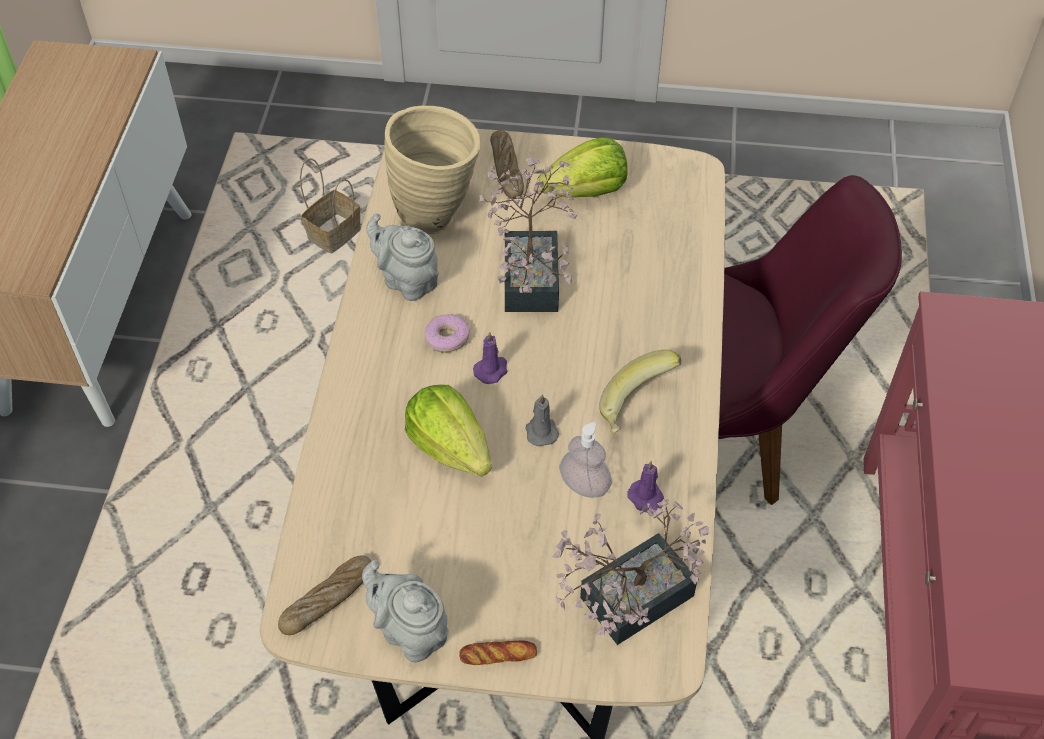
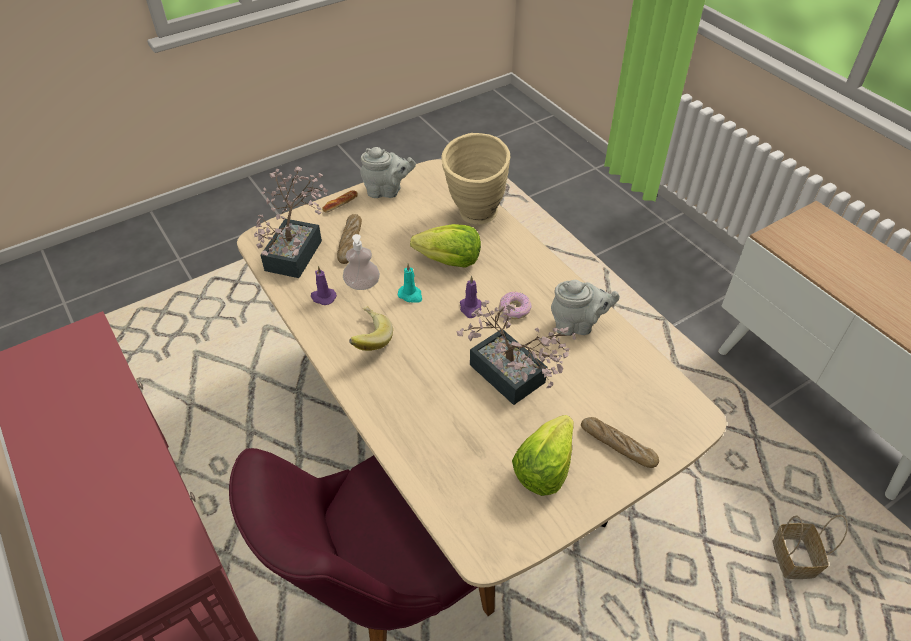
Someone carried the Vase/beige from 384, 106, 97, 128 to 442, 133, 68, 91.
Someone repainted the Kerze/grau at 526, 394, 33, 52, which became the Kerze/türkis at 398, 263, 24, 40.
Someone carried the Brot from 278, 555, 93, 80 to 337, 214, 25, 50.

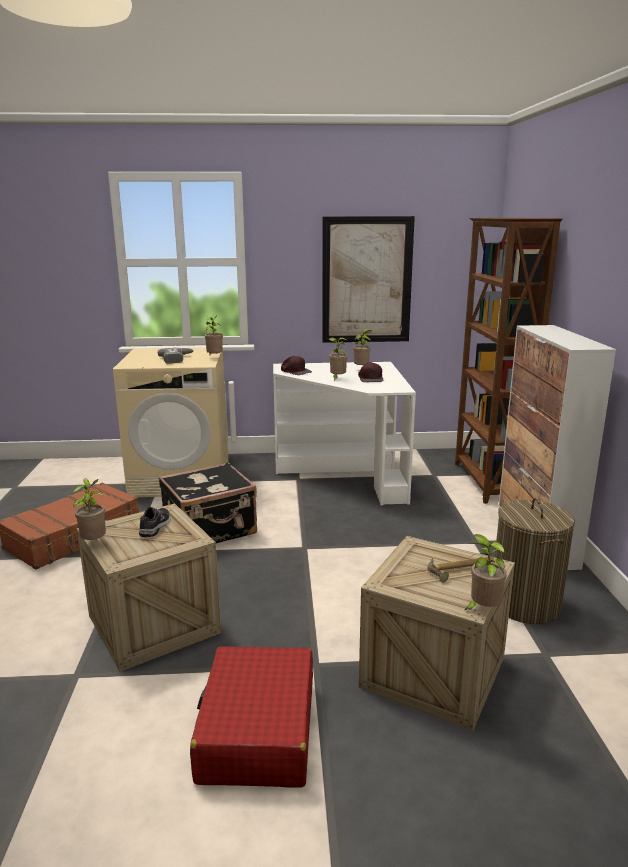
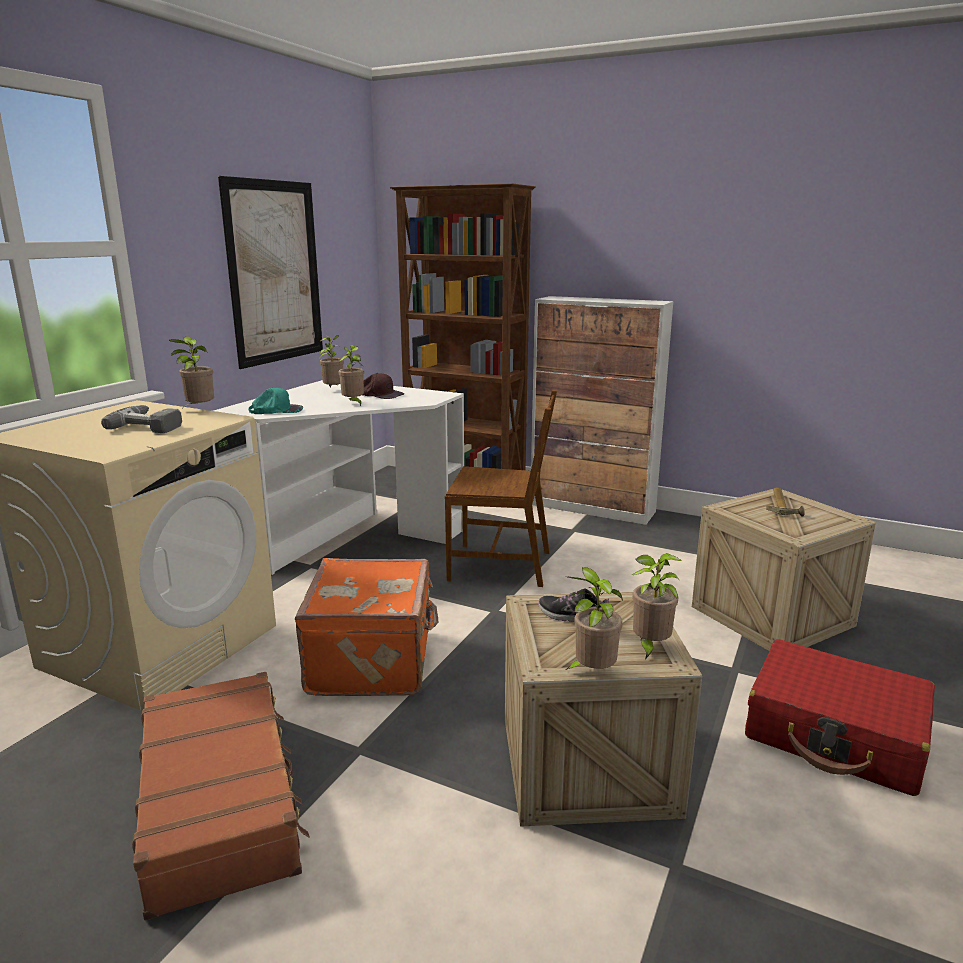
Someone repainted the Kappe/braun at 281, 356, 31, 19, which became the Kappe/türkis at 248, 387, 55, 27.
Someone repainted the Koffer/schwarz at 159, 462, 98, 81, which became the Koffer/orange at 295, 558, 143, 138.
Someone took away the Wäschekorb at 495, 498, 80, 126.
Someone carried the Topfpflanze from 465, 534, 44, 76 to 632, 553, 49, 107.
Someone put down the Stuhl/braun at 445, 390, 112, 197.

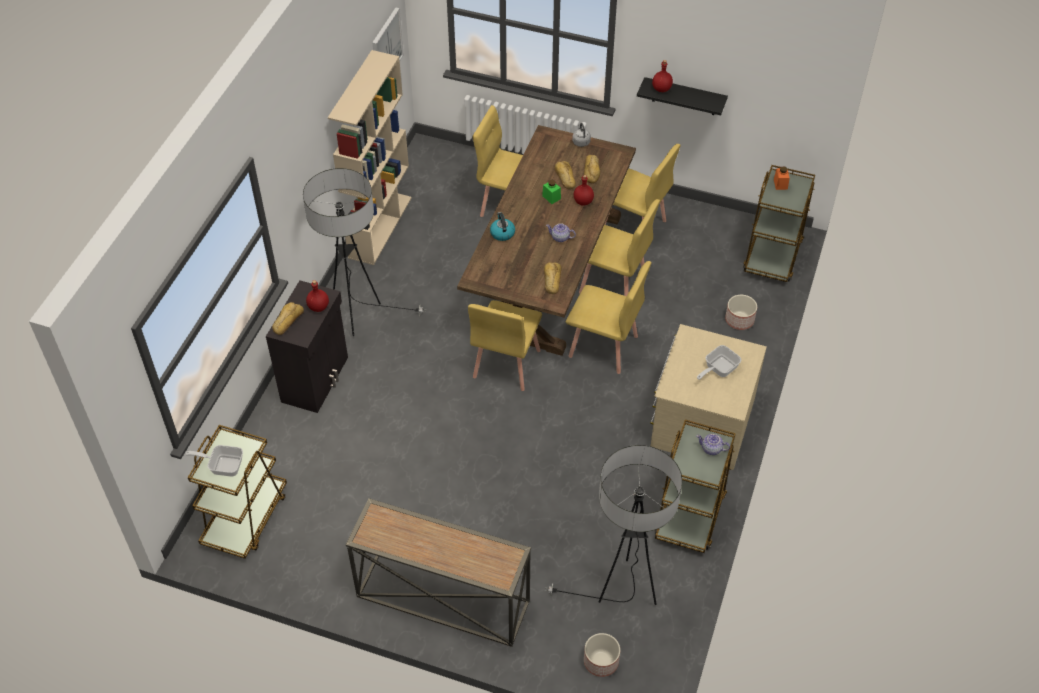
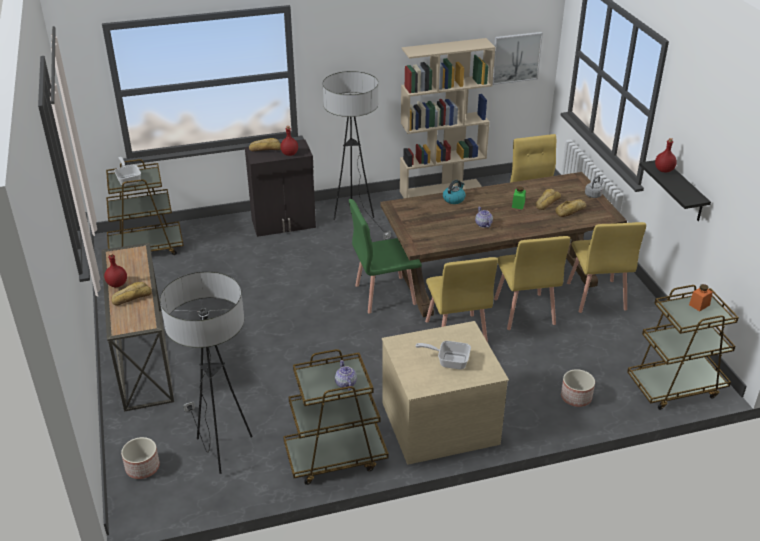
Someone carried the Flasche/rot from 574, 175, 20, 30 to 104, 253, 23, 34.
Someone carried the Brot from 544, 262, 18, 32 to 111, 282, 41, 23.
Someone repainted the Stuhl/gelb at 468, 300, 74, 91, which became the Stuhl/grün at 349, 199, 73, 115.

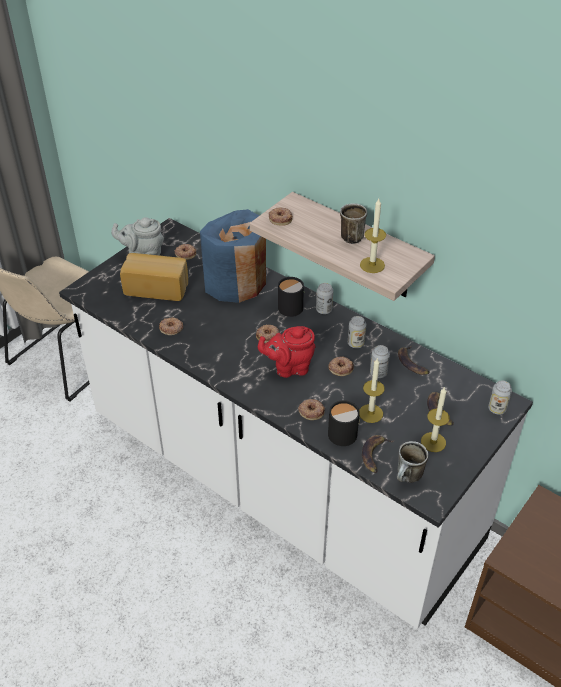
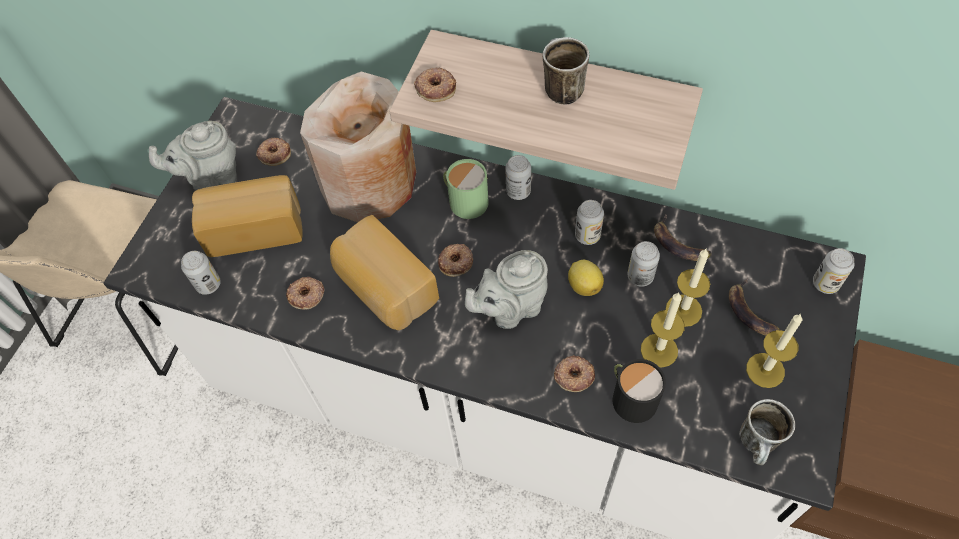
Someone carried the Kerze from 360, 199, 26, 74 to 665, 249, 45, 78.
Someone repainted the Vase/blau at 200, 209, 66, 94, which became the Vase/beige at 300, 72, 116, 150.
Someone repainted the Henkelbecher/schwarz at 278, 277, 27, 40, which became the Henkelbecher/grün at 443, 159, 46, 60.
Someone repainted the Teekanne/rot at 258, 326, 58, 52, which became the Teekanne/grau at 465, 250, 83, 79.
Someone swapped the Donut at 328, 356, 26, 20 for the Zitrone at 568, 260, 36, 36.
Someone took away the Banane at 362, 435, 32, 38.
Someone put down the Brot at 330, 215, 109, 115.
Someone put down the Dose at 181, 251, 40, 44.

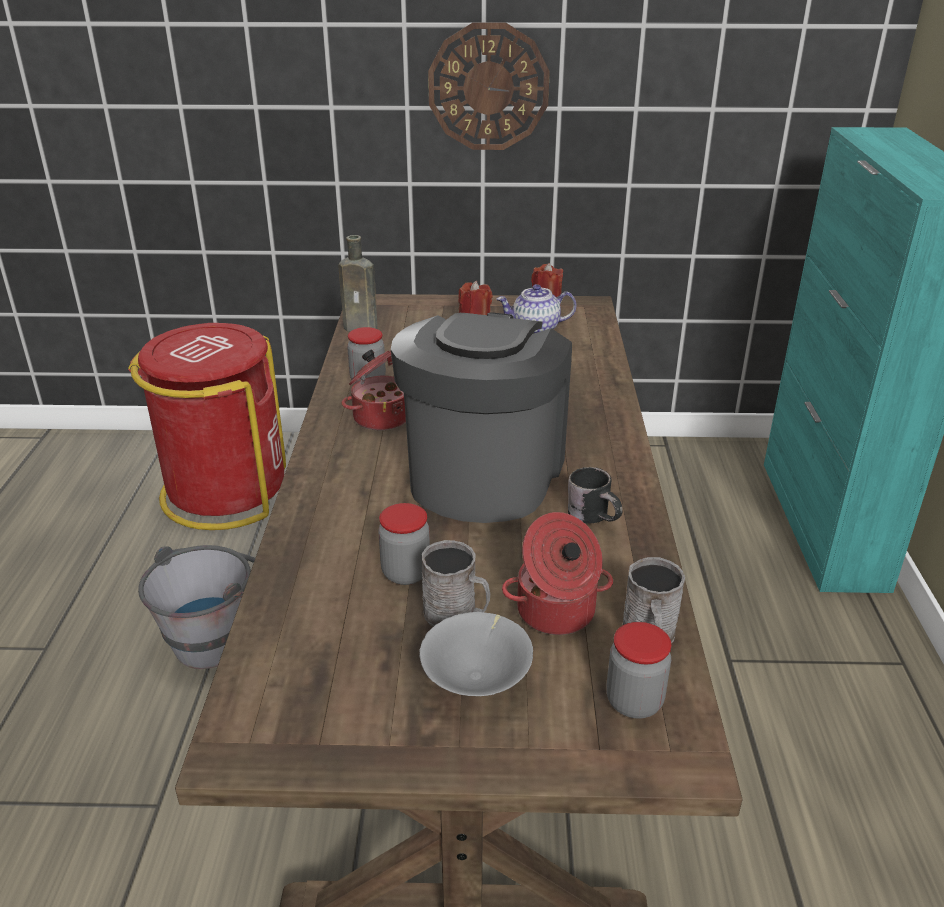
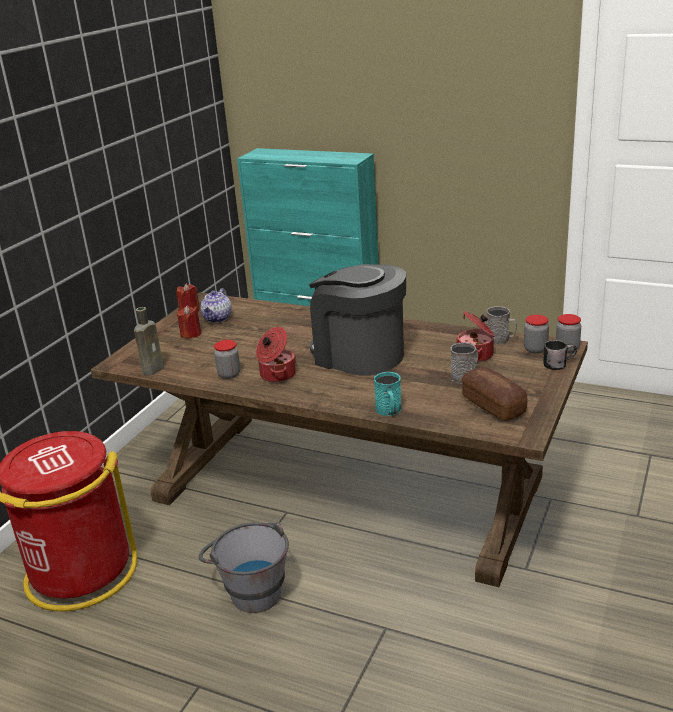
Someone took away the Wanduhr at 428, 22, 122, 128.
Someone carried the Henkelbecher/schwarz from 568, 467, 55, 57 to 543, 340, 34, 30.
Someone carried the Vorratsglas from 378, 503, 52, 82 to 556, 314, 25, 39.
Someone took away the Schüssel/grau at 419, 612, 114, 84.
Someone put down the Brot at 462, 367, 65, 54.
Someone put down the Henkelbecher/türkis at 374, 372, 27, 44.

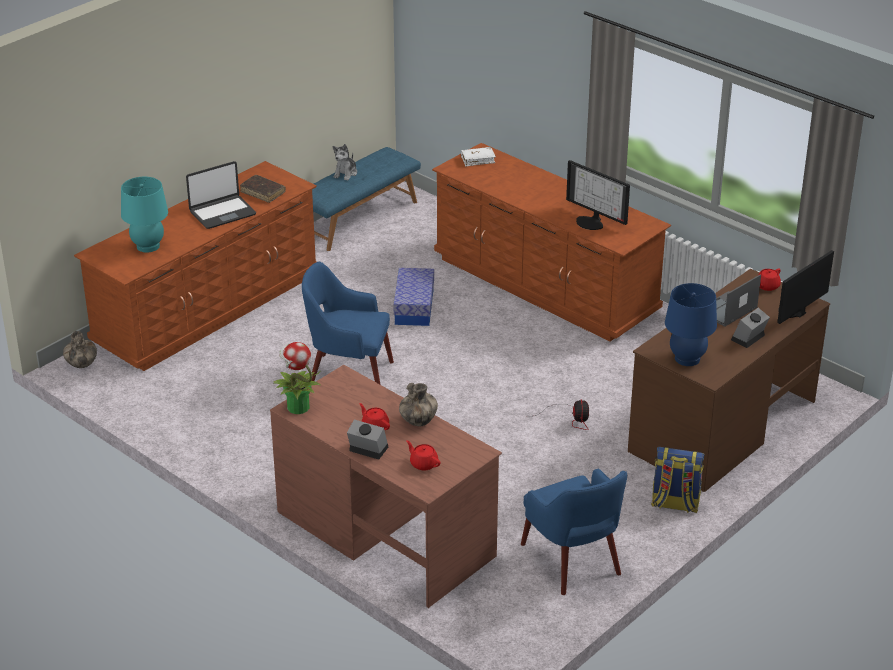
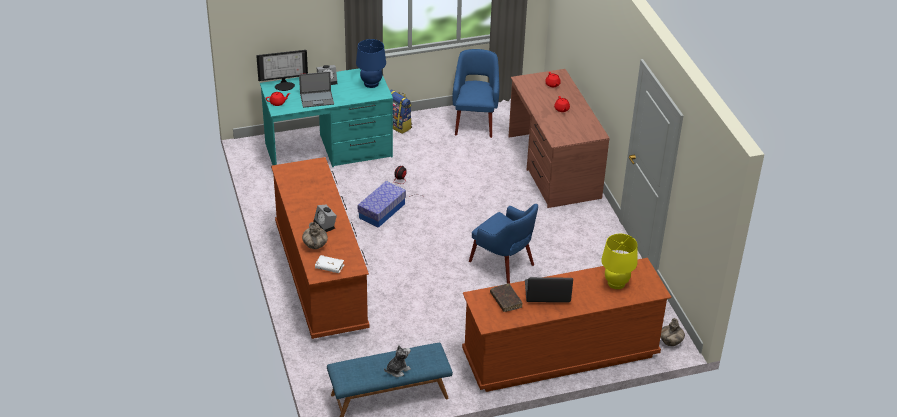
Someone took away the Monitor at 566, 160, 64, 70.
Someone repainted the Tischlampe/türkis at 121, 177, 47, 75, which became the Tischlampe/gelb at 601, 234, 37, 55.
Someone carried the Aufbewahrungsbox from 394, 268, 40, 58 to 358, 181, 48, 47.
Someone repainted the Schreibtisch/braun at 628, 269, 202, 223, which became the Schreibtisch/türkis at 260, 69, 133, 98.
Someone took away the Topfpflanze at 273, 342, 48, 72.
Someone carried the Vase from 399, 383, 39, 43 to 302, 222, 26, 27.
Someone carried the Wecker from 347, 420, 41, 39 to 313, 205, 24, 27.

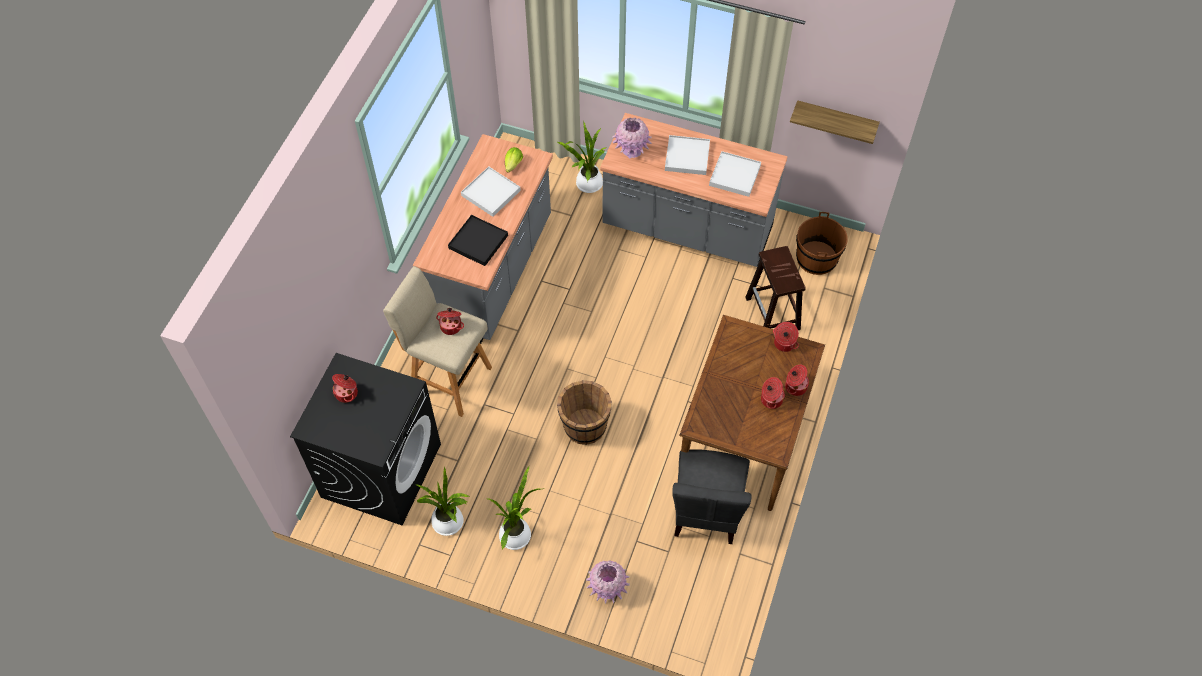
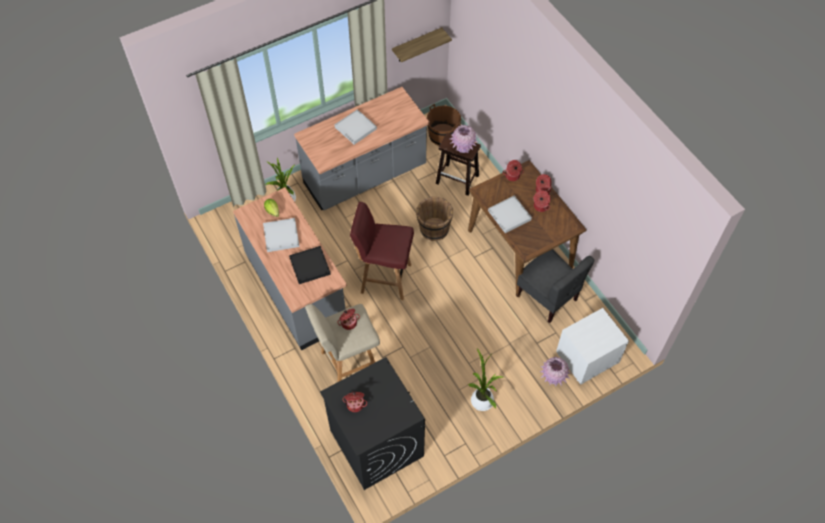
Someone carried the Vase/rosa from 612, 117, 40, 42 to 450, 125, 28, 28.
Someone carried the Tablett/weiß from 709, 151, 52, 46 to 488, 195, 44, 38.
Someone carried the Eimer/braun from 557, 380, 55, 65 to 416, 197, 37, 44.
Someone took away the Topfpflanze at 415, 467, 55, 69.
Someone put down the Hocker/rot at 350, 202, 64, 98.
Someone put down the Nachttisch/weiß at 556, 308, 73, 77.

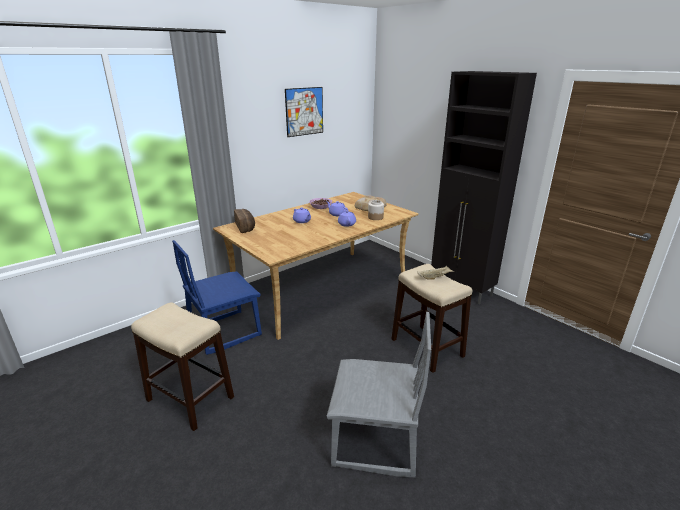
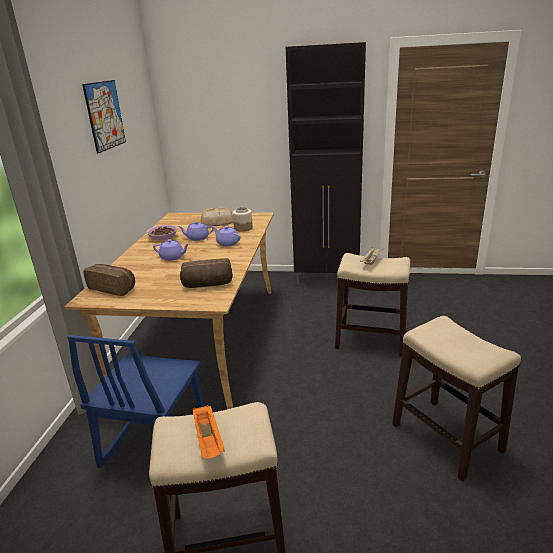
Someone swapped the Stuhl/grau at 327, 312, 104, 166 for the Hocker at 392, 316, 129, 166.
Someone put down the Brot at 180, 258, 53, 30.
Someone put down the Tablett/orange at 193, 405, 32, 54.

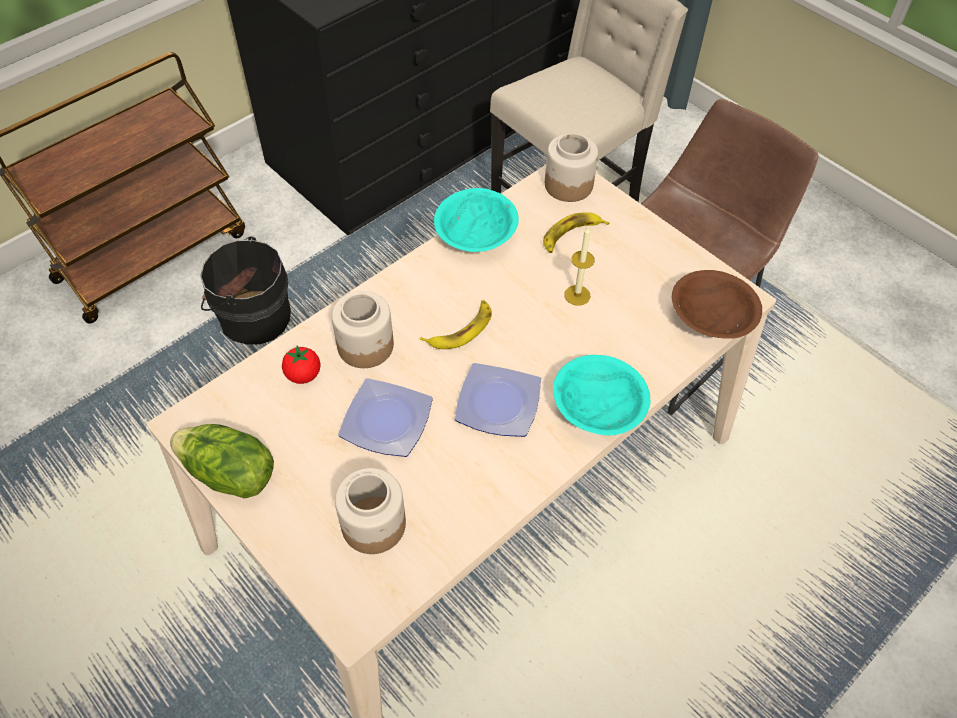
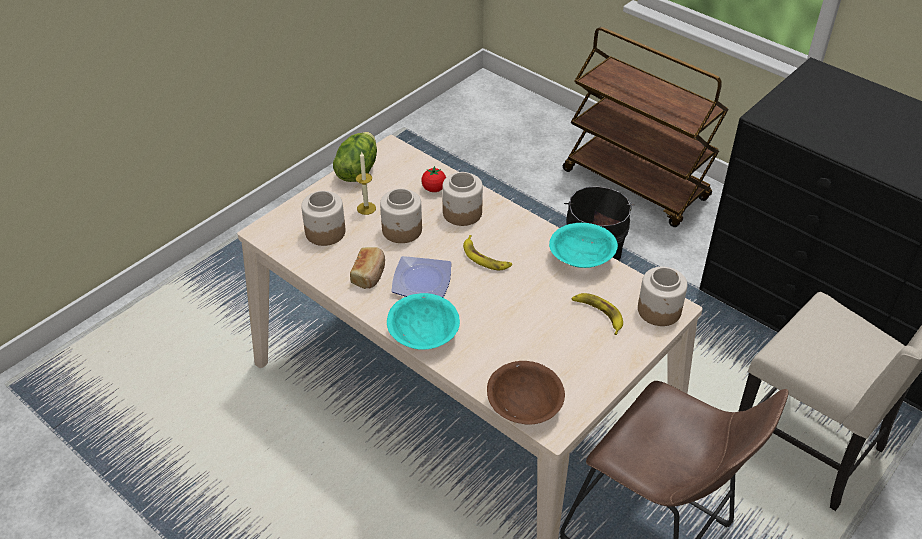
Someone carried the Kerze from 564, 227, 31, 79 to 356, 152, 20, 63.
Someone swapped the Teller at 338, 378, 95, 79 for the Vorratsglas at 380, 188, 42, 55.
Someone put down the Brot at 350, 247, 35, 42.

